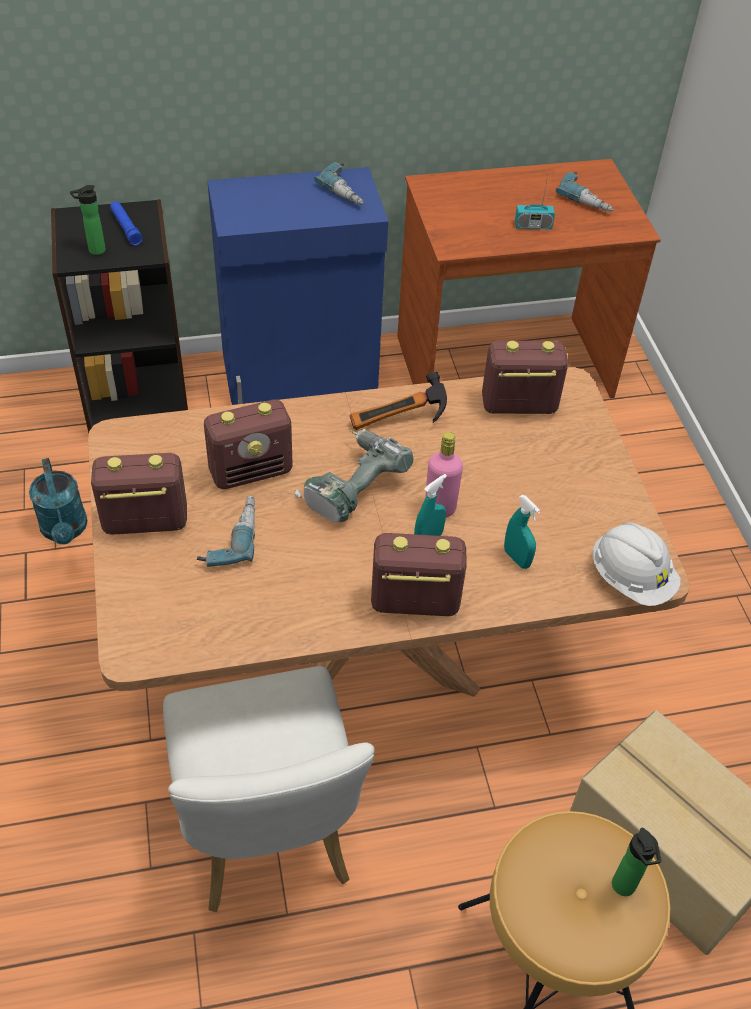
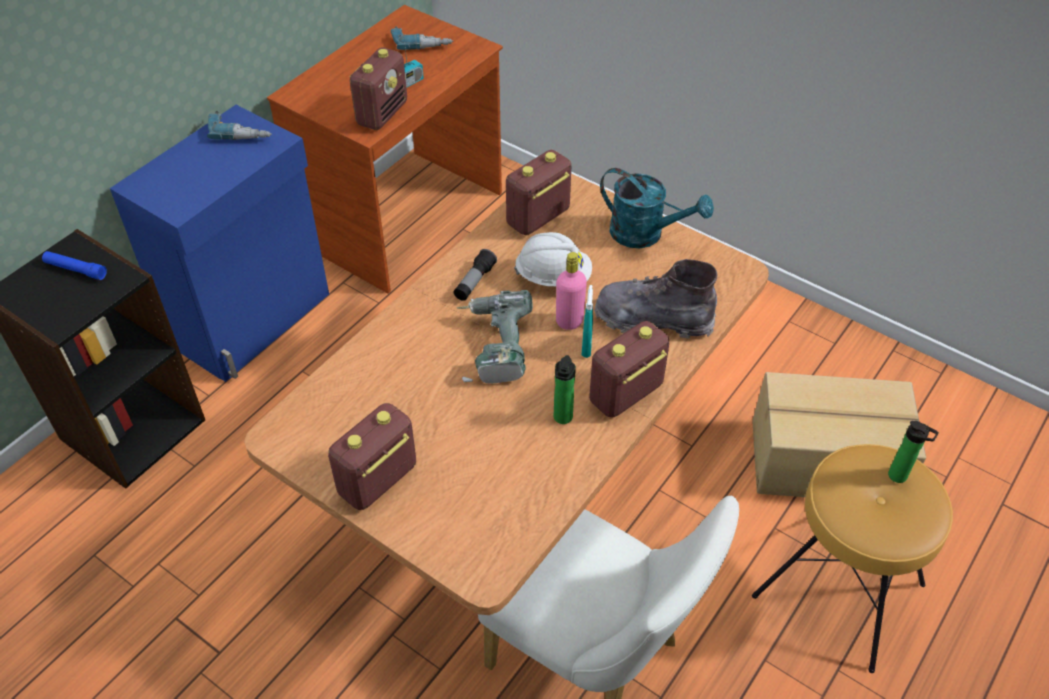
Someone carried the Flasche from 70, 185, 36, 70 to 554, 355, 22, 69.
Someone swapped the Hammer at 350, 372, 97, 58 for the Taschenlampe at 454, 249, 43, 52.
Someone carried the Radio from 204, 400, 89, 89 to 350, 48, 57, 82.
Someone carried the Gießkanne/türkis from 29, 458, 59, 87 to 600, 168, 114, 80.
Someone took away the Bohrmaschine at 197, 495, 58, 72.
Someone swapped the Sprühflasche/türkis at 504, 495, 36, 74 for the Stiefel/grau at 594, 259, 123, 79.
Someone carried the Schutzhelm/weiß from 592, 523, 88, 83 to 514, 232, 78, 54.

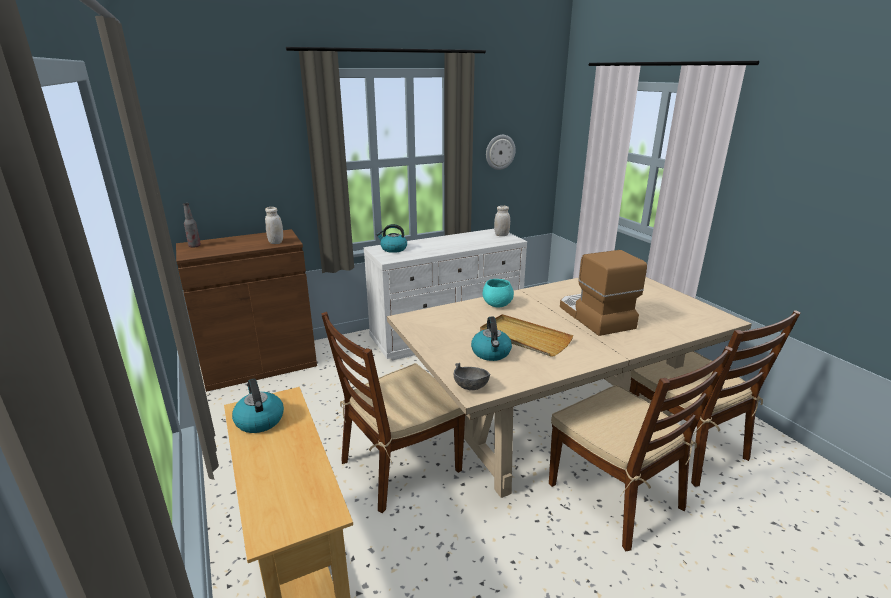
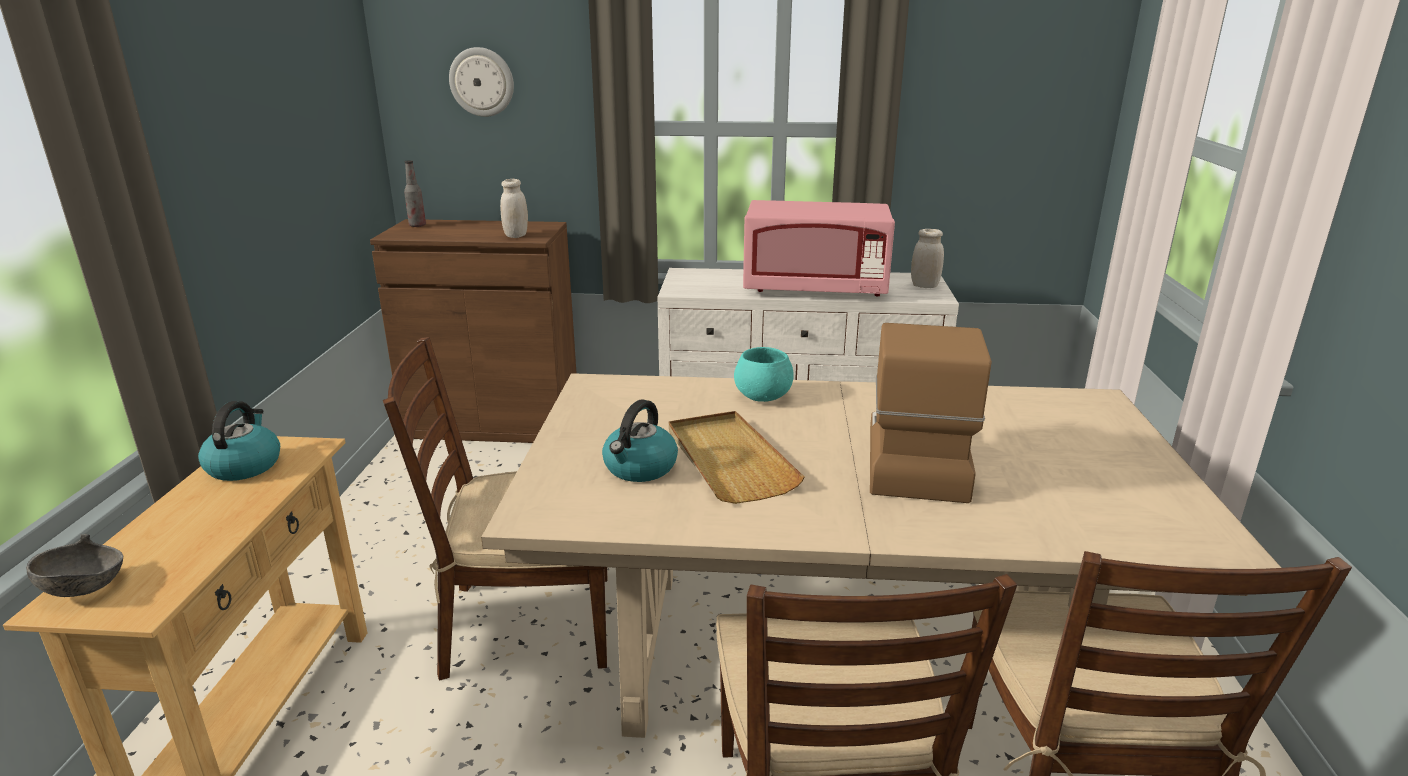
Someone carried the Wanduhr from 486, 135, 29, 35 to 449, 47, 65, 70.
Someone took away the Wasserkessel at 376, 224, 31, 29.
Someone carried the Schüssel/grau from 454, 363, 37, 27 to 26, 534, 97, 63.
Someone put down the Mikrowelle/rosa at 743, 200, 152, 96.

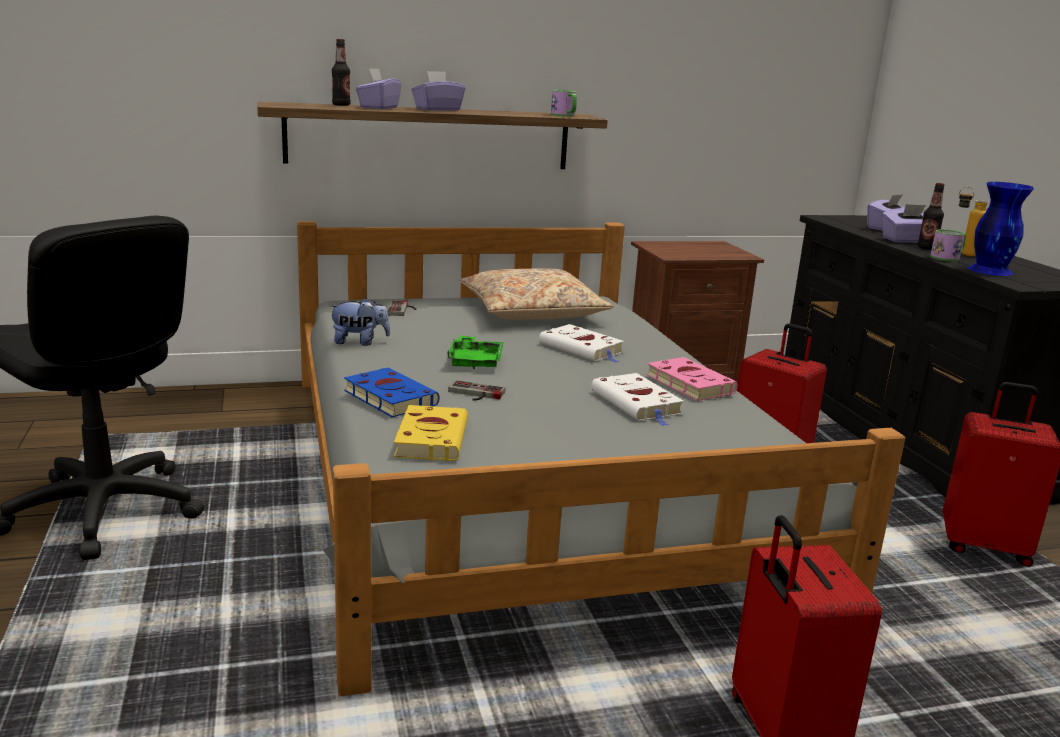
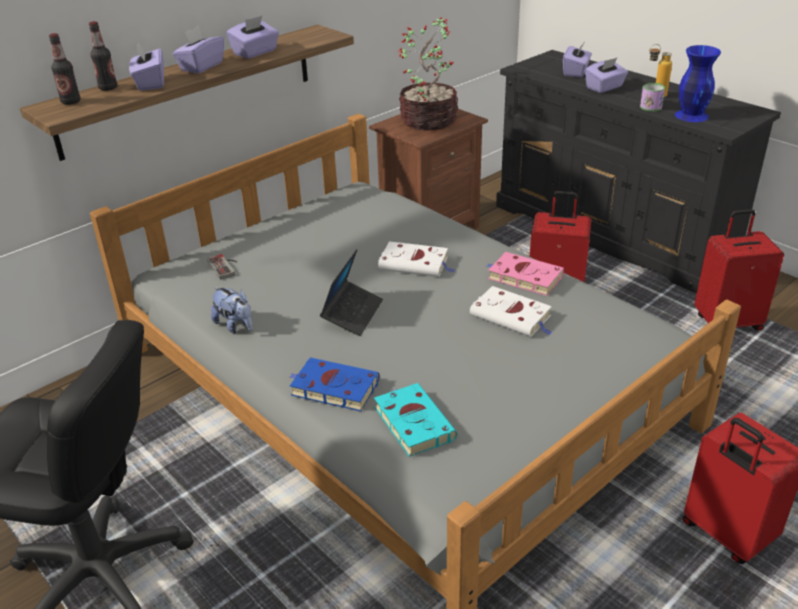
Someone took away the Henkelbecher at 551, 90, 26, 27.
Someone carried the Flasche from 917, 183, 28, 67 to 49, 33, 32, 72.
Someone took away the Kissen/beige at 460, 268, 154, 52.
Someone rotated the Plüschtier at 329, 297, 61, 49 by 75 degrees clockwise.
Someone swapped the Tablett/grün at 447, 336, 57, 33 for the Laptop at 320, 249, 63, 87.
Someone took away the Gamepad at 448, 380, 57, 21.
Someone repainted the Buch/gelb at 394, 405, 74, 56, which became the Buch/türkis at 374, 383, 83, 74.
Someone put down the Taschentuchbox/lila at 226, 16, 53, 43.
Someone put down the Topfpflanze at 398, 17, 60, 114.

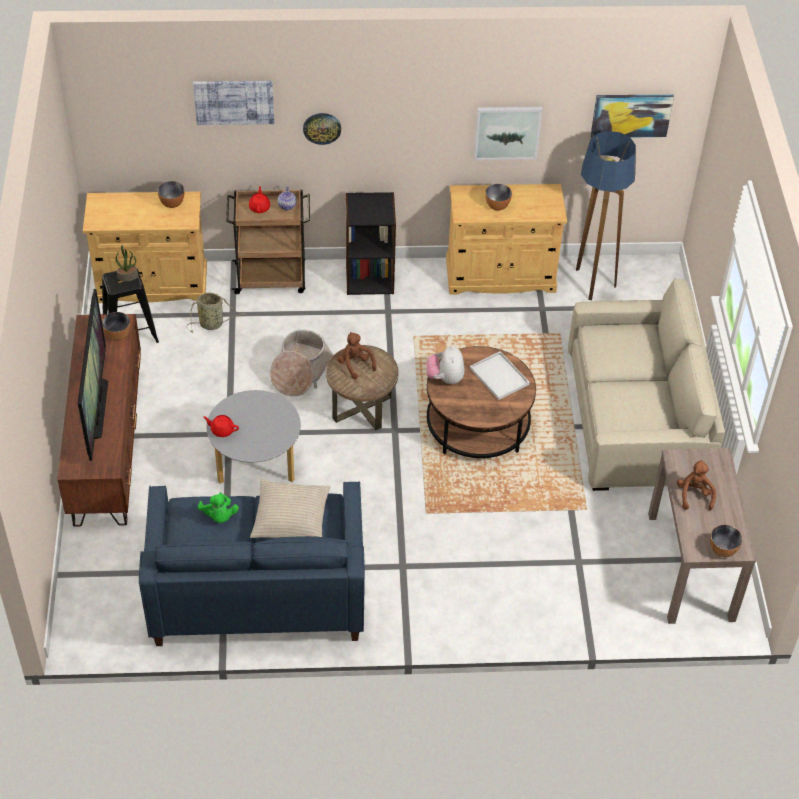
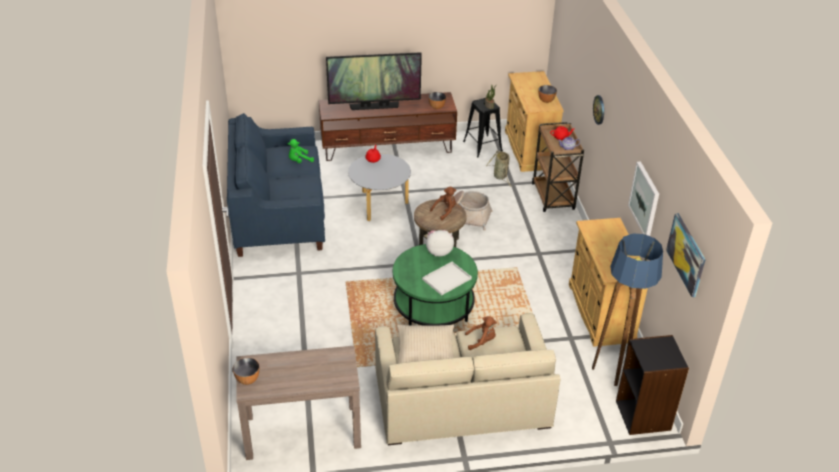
Someone took away the Bild at 193, 81, 81, 44.
Someone took away the Schüssel at 485, 184, 27, 27.
Someone carried the Bücherregal/schwarz from 346, 192, 50, 103 to 616, 335, 73, 100.
Someone repainted the Couchtisch/braun at 427, 346, 109, 112, which became the Couchtisch/grün at 393, 244, 85, 82.
Someone carried the Plüschtier/braun from 677, 460, 39, 51 to 465, 316, 32, 34.
Someone carried the Kissen/beige from 250, 479, 80, 59 to 396, 325, 58, 39.

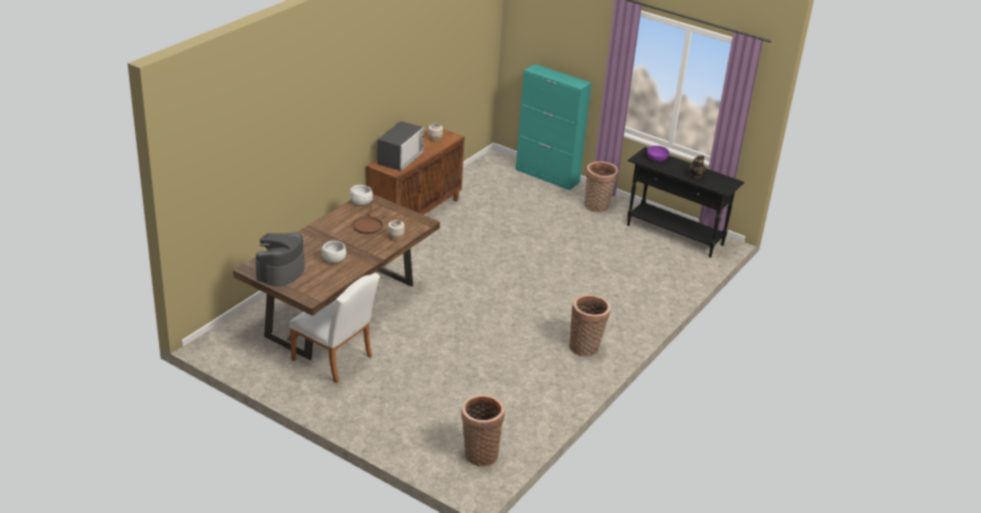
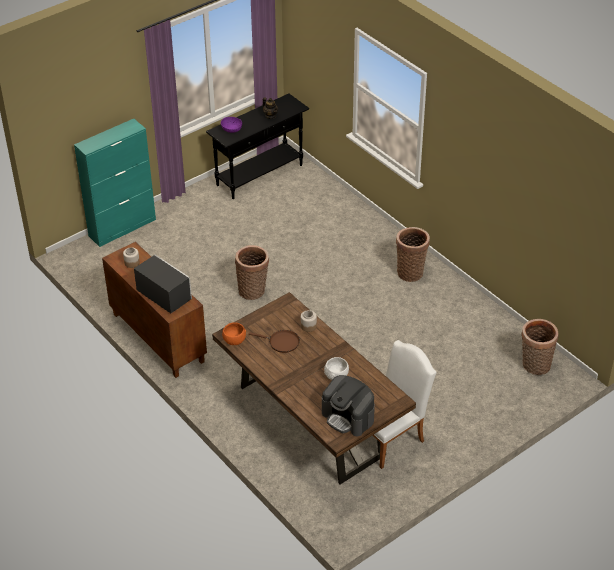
Someone carried the Korb from 584, 161, 34, 51 to 235, 245, 34, 55.
Someone repainted the Schüssel/weiß at 350, 185, 23, 20, which became the Schüssel/orange at 222, 322, 24, 23.

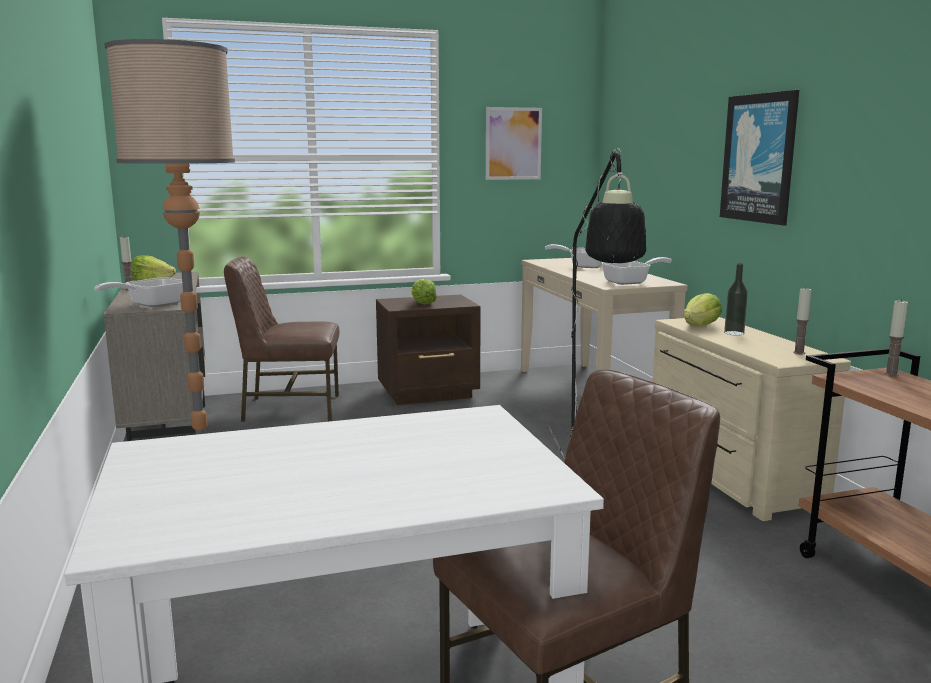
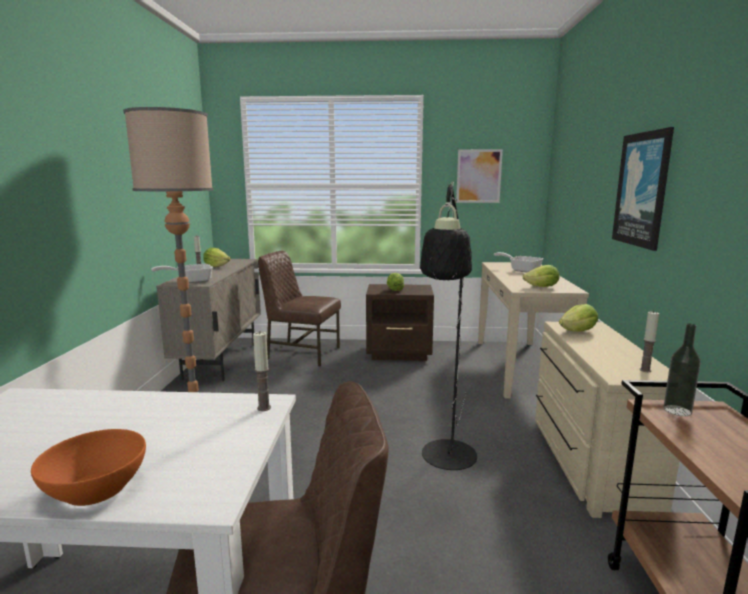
Someone swapped the Pfanne at 602, 257, 70, 28 for the Salatkopf at 523, 265, 37, 22.
Someone carried the Flasche from 724, 263, 24, 73 to 664, 324, 37, 92.
Someone carried the Kerze from 884, 299, 24, 77 to 253, 332, 18, 79.
Someone put down the Schüssel/orange at 31, 429, 115, 77.

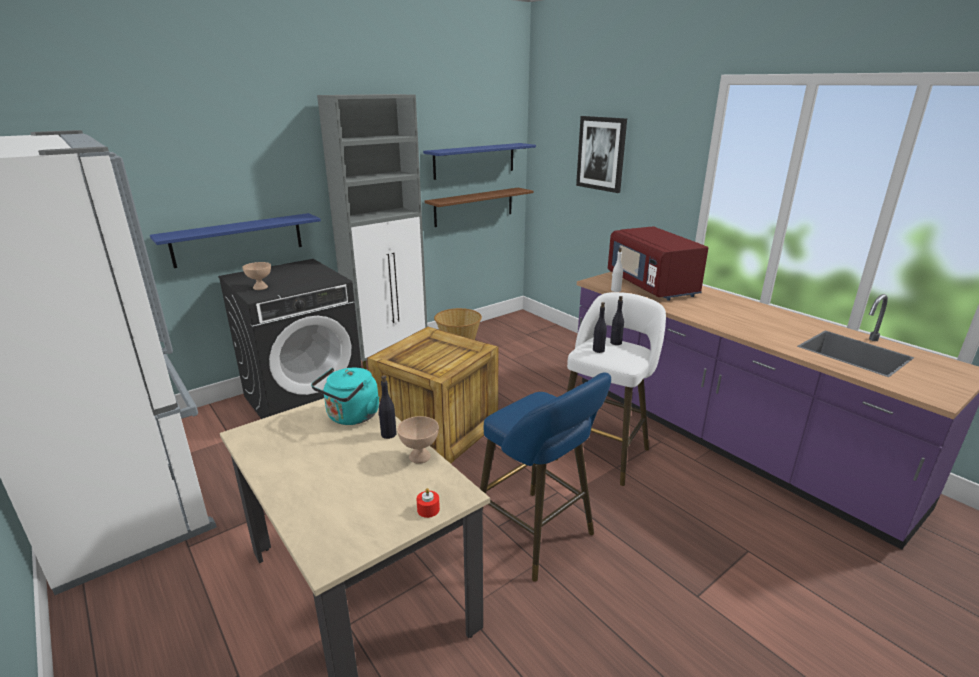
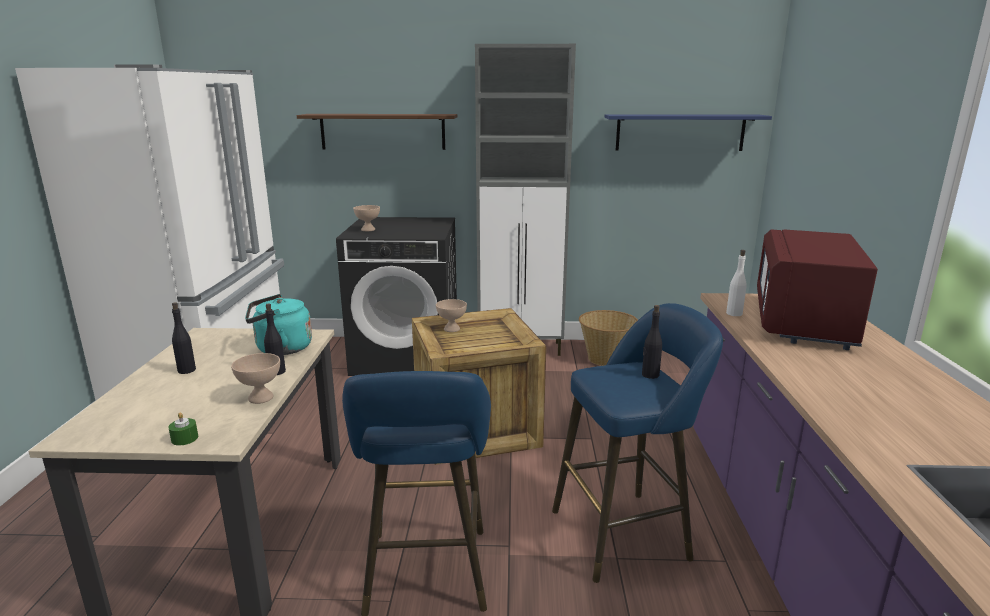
Someone took away the Bild at 576, 116, 51, 77.
Someone carried the Wandregal/braun from 425, 188, 109, 39 to 297, 114, 160, 36.
Someone took away the Wandregal/blau at 150, 213, 171, 55.
Someone repainted the Hocker/weiß at 556, 292, 110, 194, which became the Hocker/blau at 552, 303, 171, 280.
Someone carried the Flasche/schwarz from 593, 302, 14, 51 to 172, 302, 24, 72.
Someone repainted the Kerze/rot at 417, 488, 23, 30, which became the Kerze/grün at 168, 412, 30, 33.
Someone put down the Schüssel/beige at 436, 299, 31, 33.

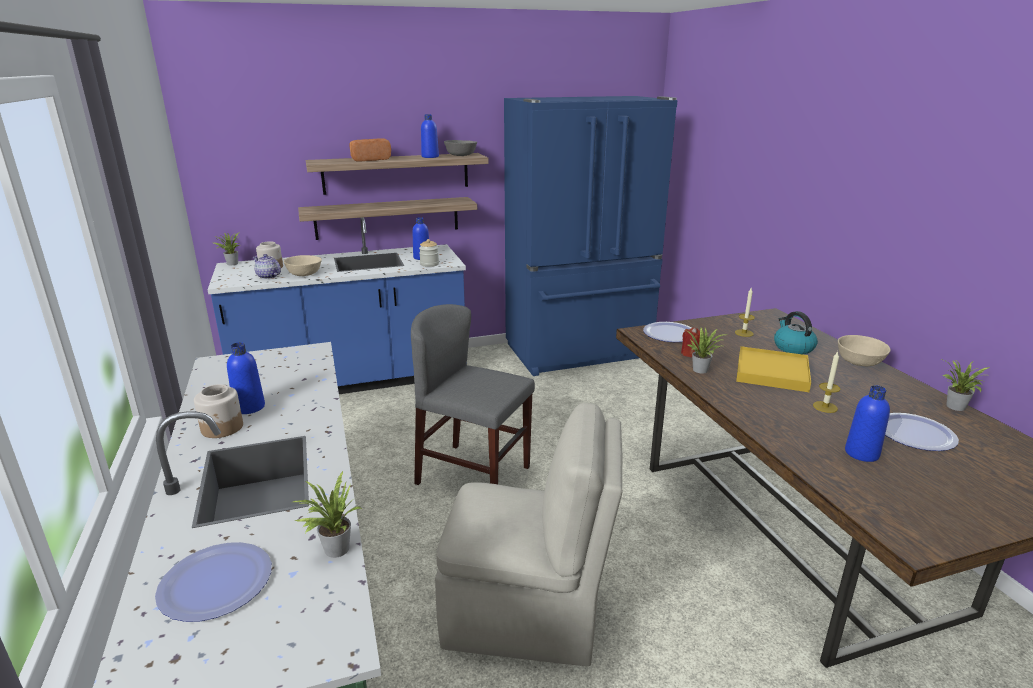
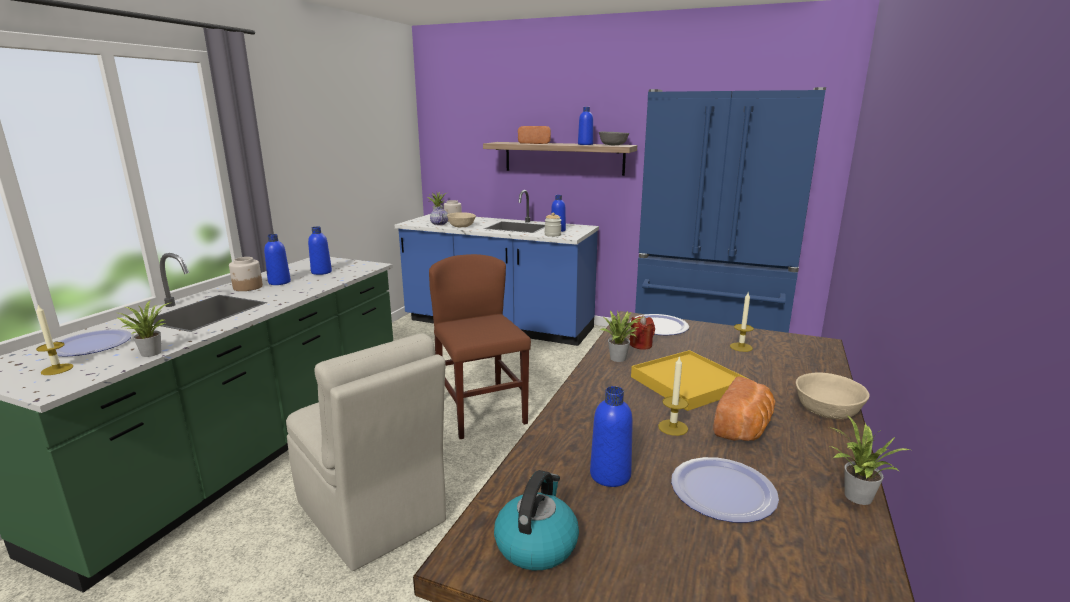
Someone took away the Wandregal at 298, 197, 179, 43.
Someone repainted the Stuhl/grau at 411, 304, 124, 181, which became the Stuhl/braun at 429, 254, 102, 185.
Someone carried the Wasserkessel from 774, 311, 44, 43 to 494, 470, 85, 100.
Someone put down the Flasche/blau at 308, 227, 24, 48.
Someone put down the Kerze at 36, 305, 37, 70.
Someone put down the Brot at 713, 376, 62, 65.

